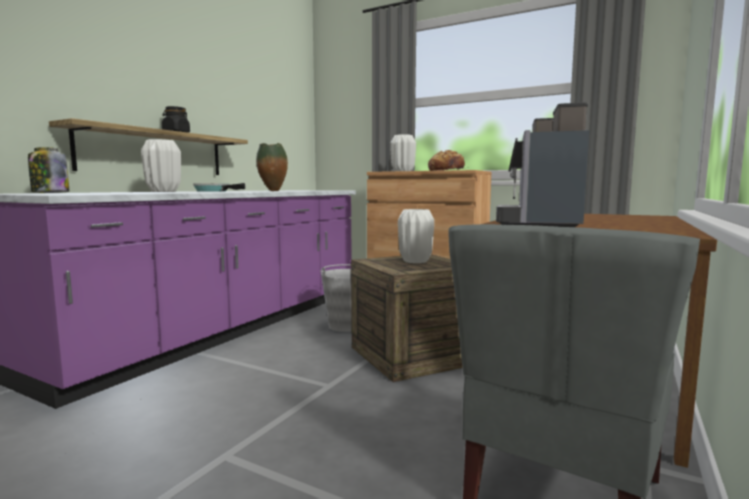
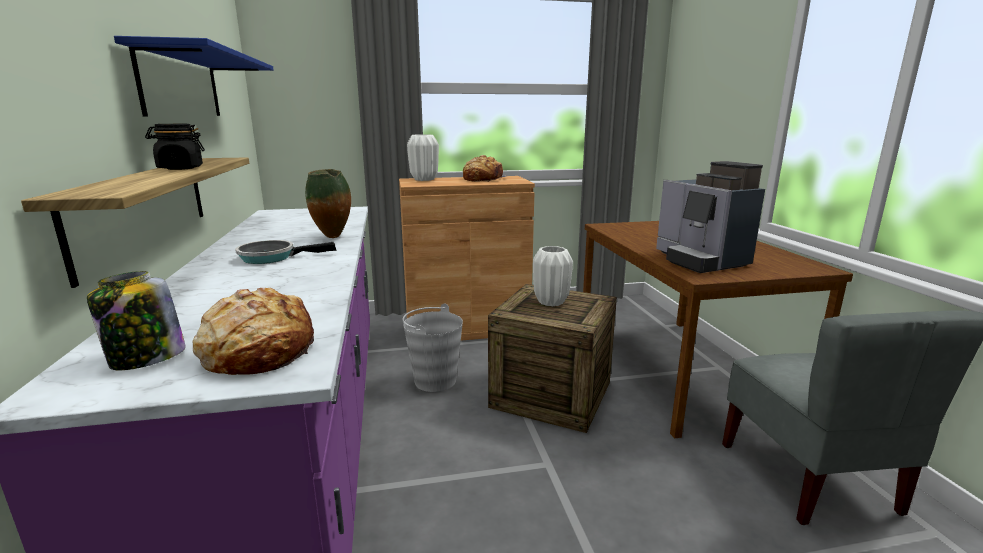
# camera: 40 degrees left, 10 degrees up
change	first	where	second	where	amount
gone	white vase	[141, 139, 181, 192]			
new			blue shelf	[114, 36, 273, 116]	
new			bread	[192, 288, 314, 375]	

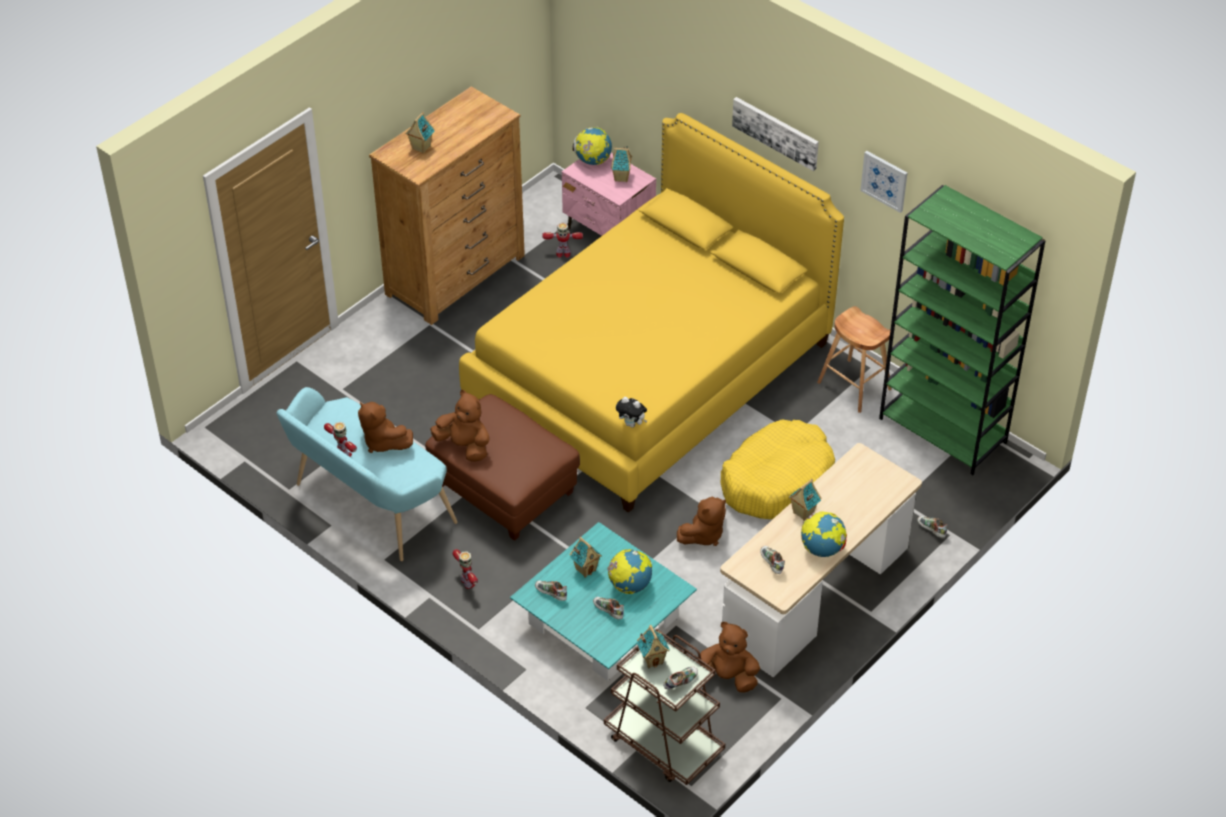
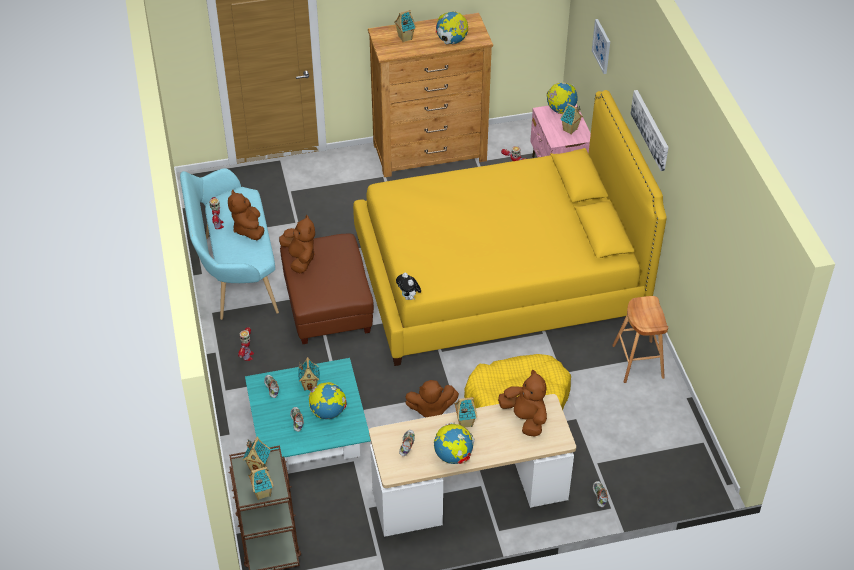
# camera: 35 degrees right, 0 degrees up
change	first	where	second	where	amount
swapped	shoe	[663, 667, 698, 690]	toy house	[248, 467, 274, 500]	
shifted	brown plush toy	[698, 622, 760, 693]		[498, 370, 547, 437]	
shifted	picture	[860, 151, 907, 213]		[592, 19, 610, 74]	
gone	green bookcase	[879, 185, 1046, 475]			
new			globe	[436, 12, 468, 44]	

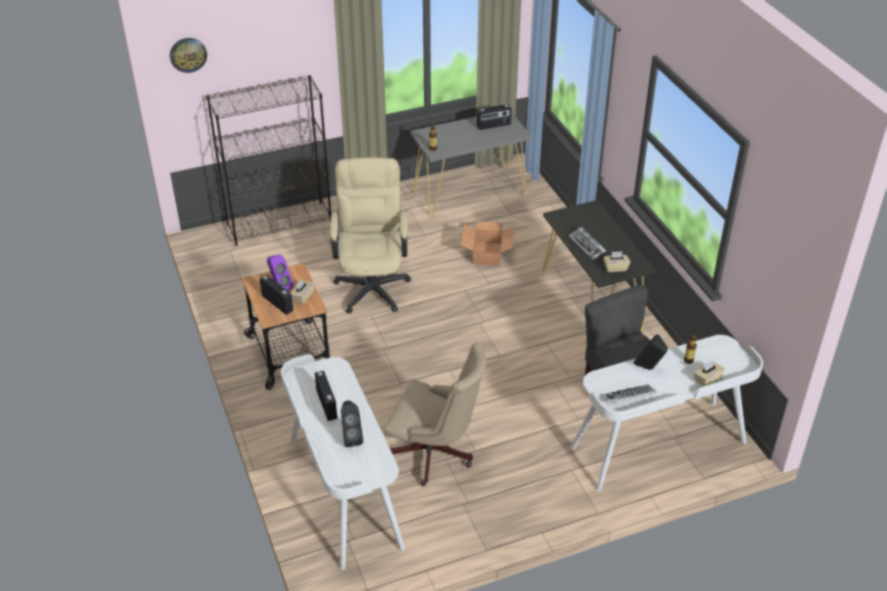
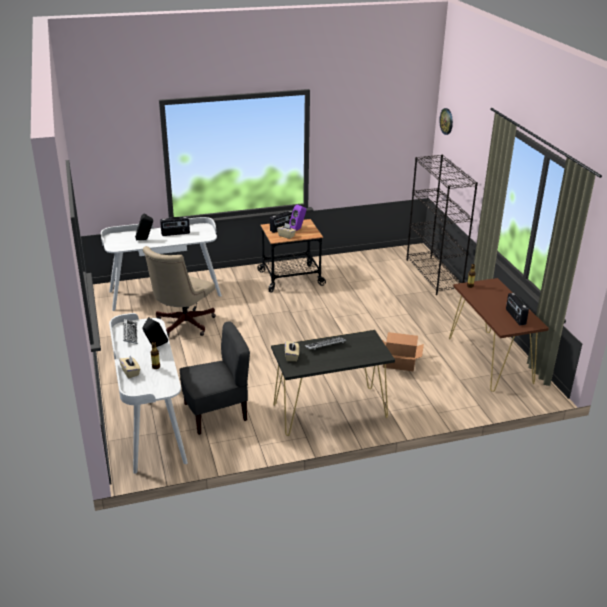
# camera: 95 degrees right, 10 degrees down
change	first	where	second	where	amount
gone	beige office chair	[330, 157, 411, 314]			
repainted	grey console table	[410, 113, 532, 218]	brown console table	[449, 278, 549, 392]	

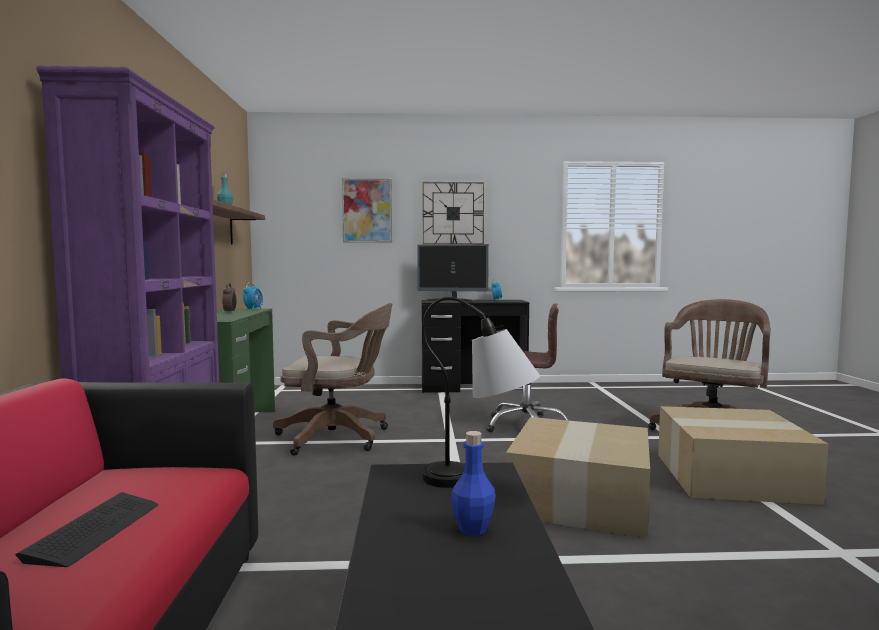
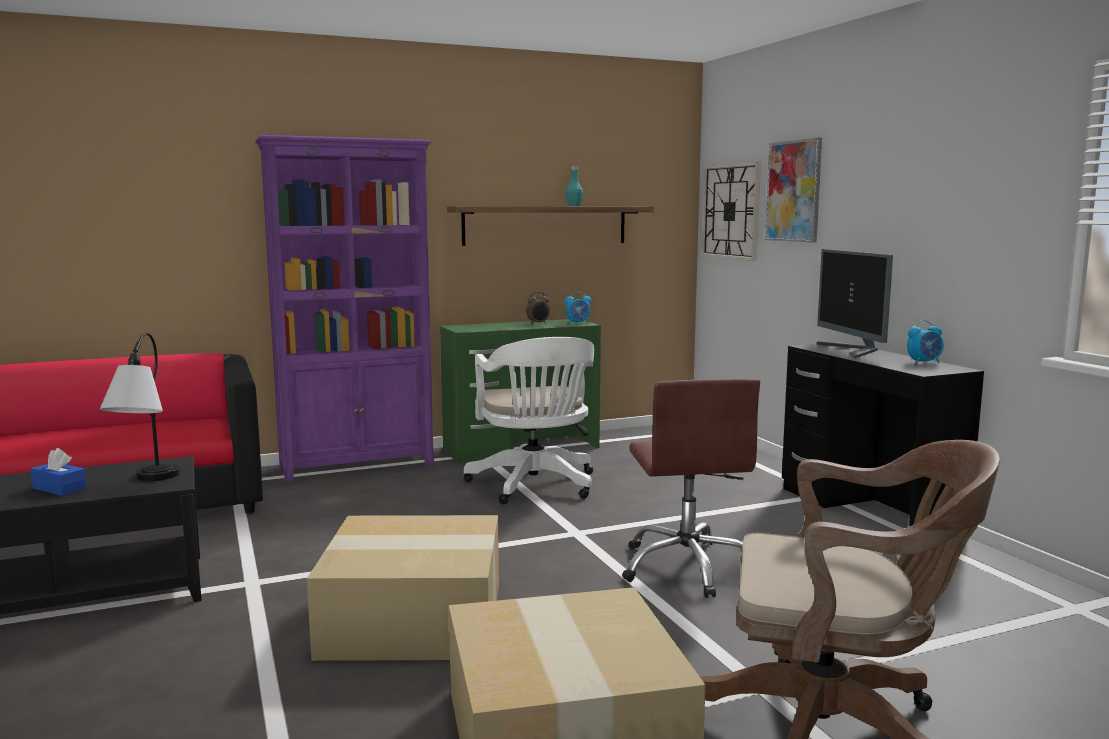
# camera: 70 degrees right, 5 degrees up
change	first	where	second	where	amount
gone	keyboard	[15, 492, 158, 567]			
repainted	brown office chair	[273, 303, 392, 456]	white office chair	[464, 337, 594, 504]	
shifted	wall clock	[420, 180, 486, 245]		[701, 162, 761, 261]	
swapped	blue bottle	[451, 431, 496, 535]	blue tissue box	[30, 448, 86, 496]	

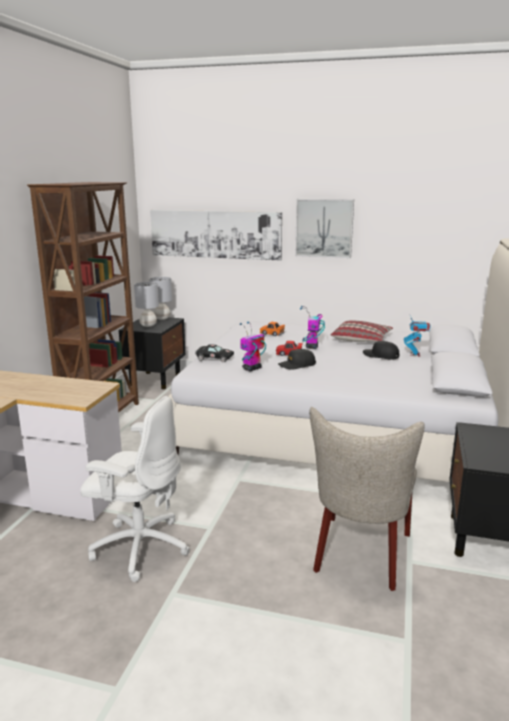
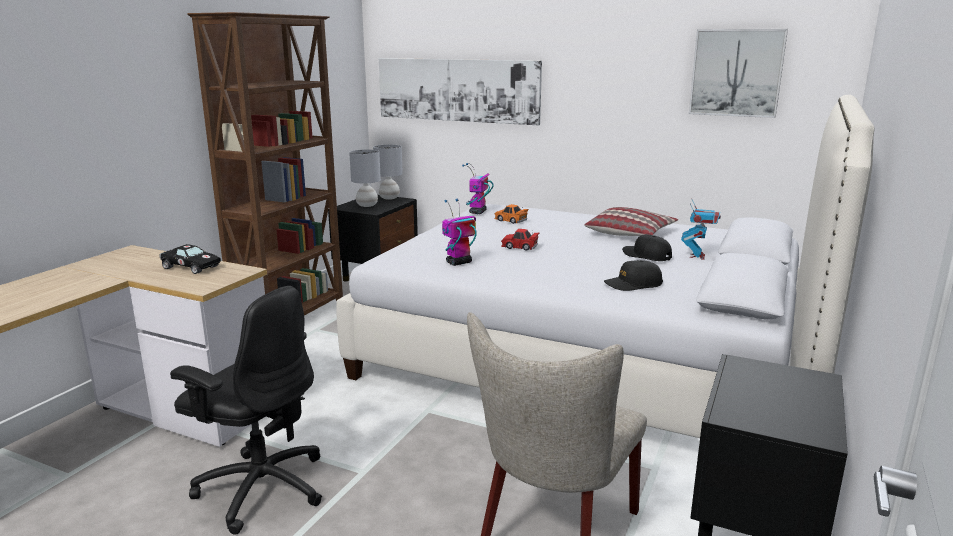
# camera: 10 degrees right, 0 degrees up
change	first	where	second	where	amount
repainted	white office chair	[80, 396, 190, 582]	black office chair	[170, 286, 322, 535]	
shifted	black toy car	[195, 344, 234, 362]		[159, 244, 221, 274]	
shifted	black cap	[278, 349, 316, 370]		[604, 260, 663, 291]	
shifted	picture	[295, 199, 354, 258]		[689, 29, 788, 118]	
shifted	toy robot	[300, 306, 325, 349]		[462, 163, 493, 214]	

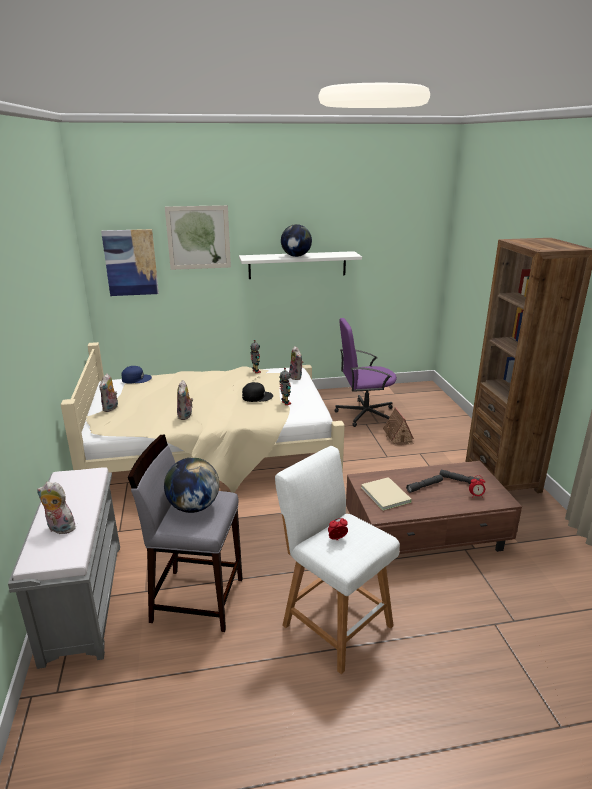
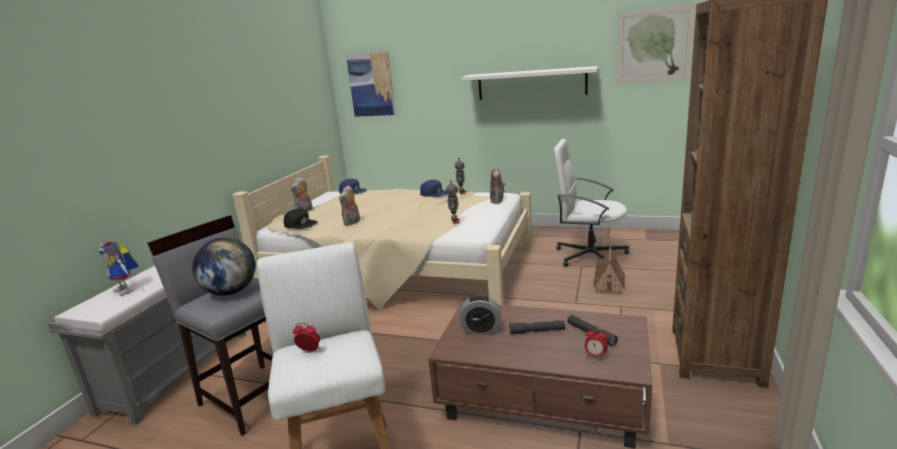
# camera: 30 degrees right, 5 degrees down
change	first	where	second	where	amount
swapped	plush toy	[37, 482, 76, 534]	toy robot	[98, 242, 138, 296]	
shifted	picture	[165, 205, 231, 270]		[617, 5, 695, 84]	
shifted	black cap	[242, 382, 273, 402]		[284, 209, 317, 229]	
gone	globe	[281, 224, 312, 257]			
repainted	purple office chair	[334, 318, 397, 427]	white office chair	[554, 139, 629, 267]	
swapped	beige book	[361, 477, 412, 511]	alarm clock	[460, 295, 501, 334]	
new			blue cap	[420, 180, 448, 197]	

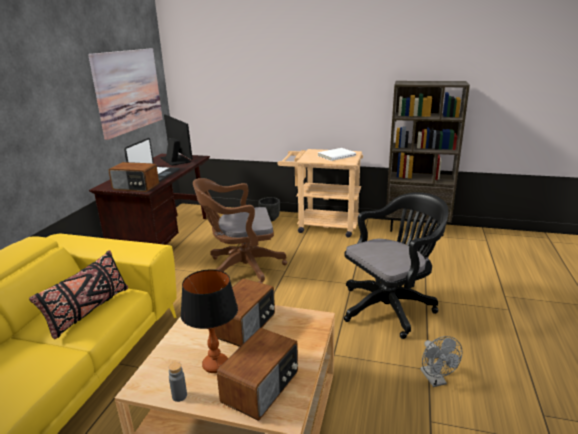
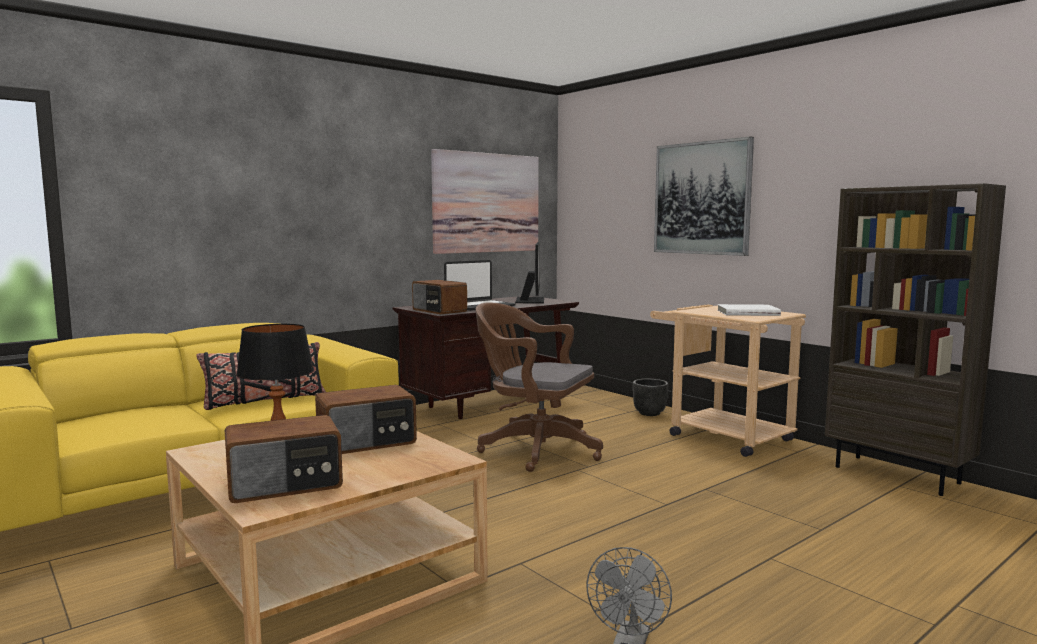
# camera: 35 degrees right, 15 degrees down
change	first	where	second	where	amount
gone	grey bottle	[169, 362, 187, 402]			
gone	black office chair	[344, 192, 448, 339]			
new			picture	[654, 136, 754, 256]	

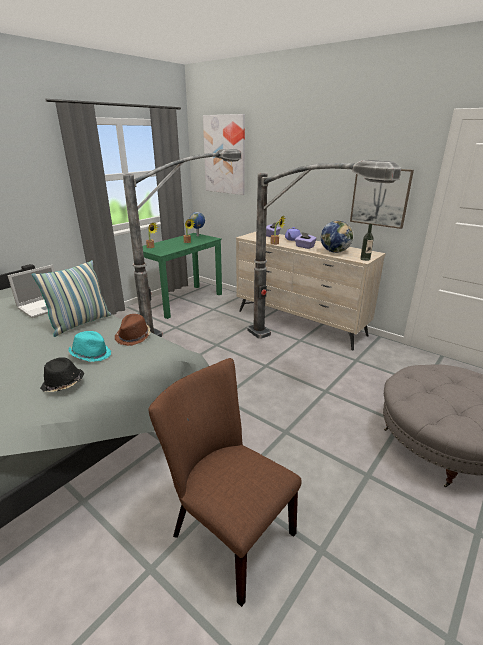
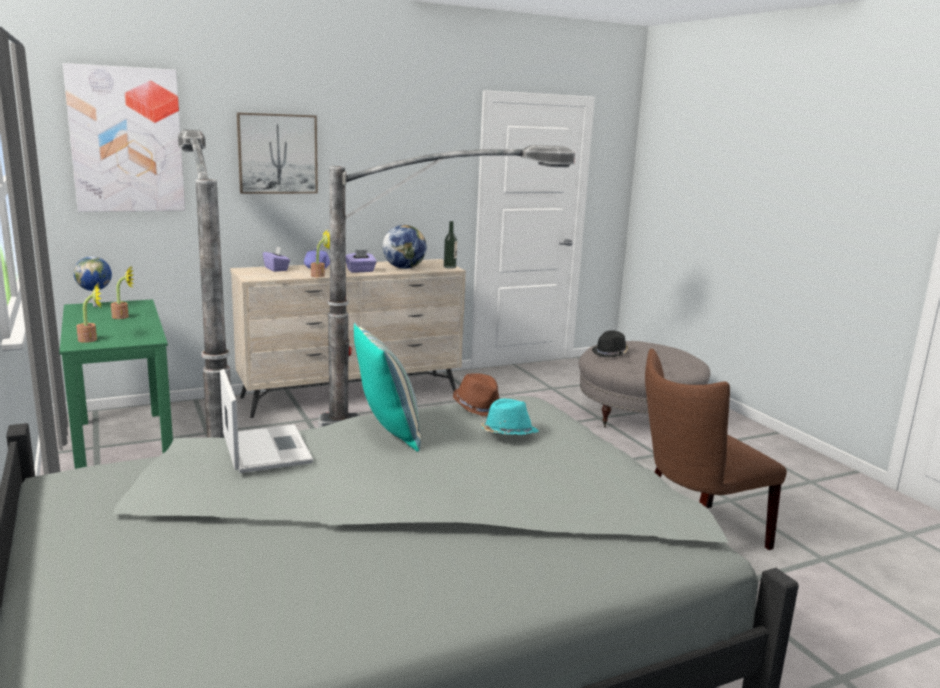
# camera: 65 degrees left, 10 degrees down
change	first	where	second	where	amount
shifted	black hat	[40, 357, 84, 392]		[592, 330, 628, 357]	
shifted	picture	[350, 169, 414, 229]		[237, 112, 318, 194]	

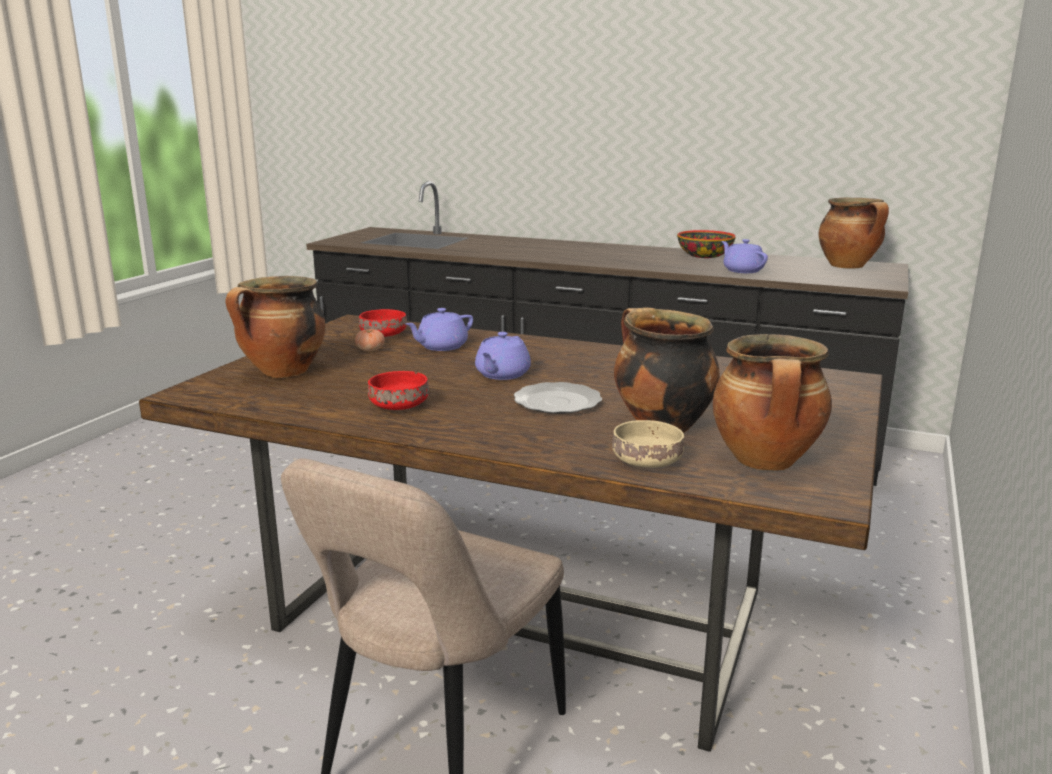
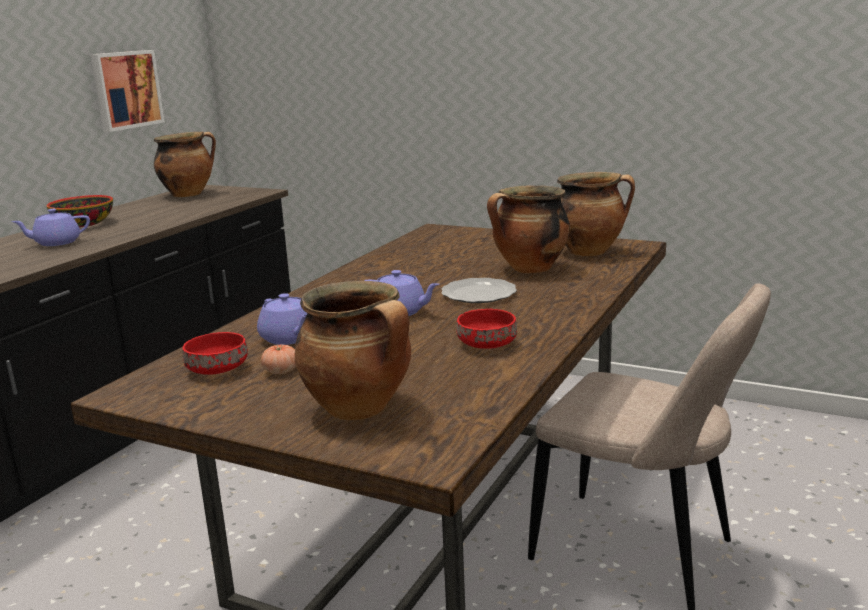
# camera: 85 degrees left, 0 degrees up
change	first	where	second	where	amount
gone	beige bowl	[612, 420, 684, 468]			
shifted	purple teapot	[721, 239, 768, 273]		[11, 209, 90, 246]	
new			picture	[90, 50, 165, 132]	

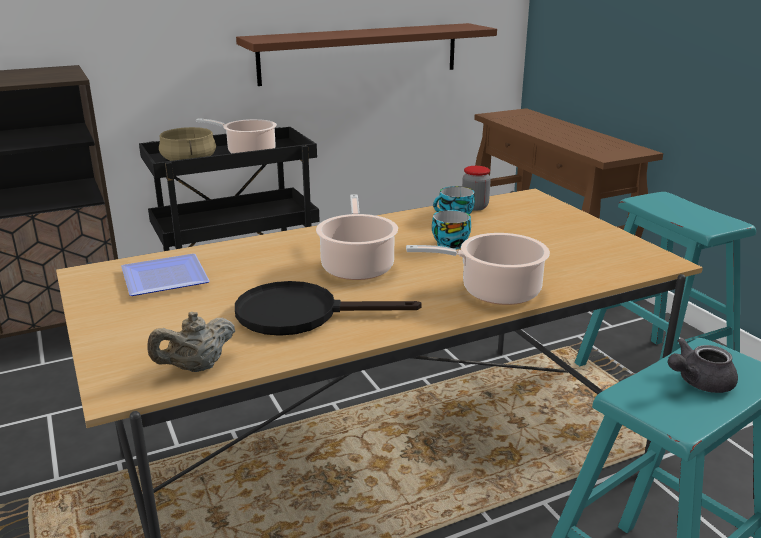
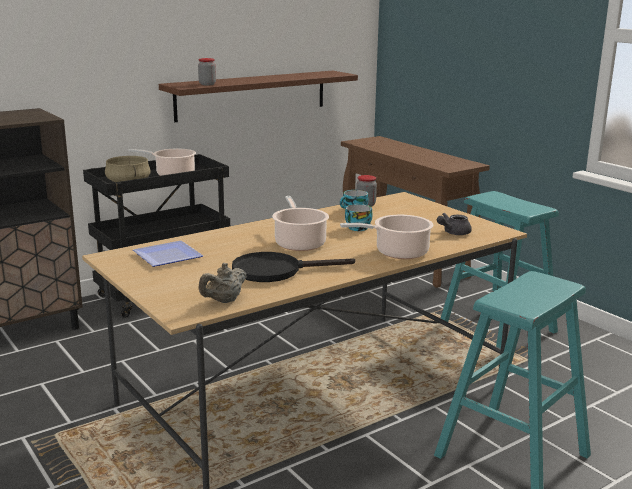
# camera: 10 degrees left, 5 degrees down
change	first	where	second	where	amount
shifted	grey teapot	[668, 338, 738, 393]		[437, 213, 472, 235]	
new			jar	[198, 58, 216, 85]	

